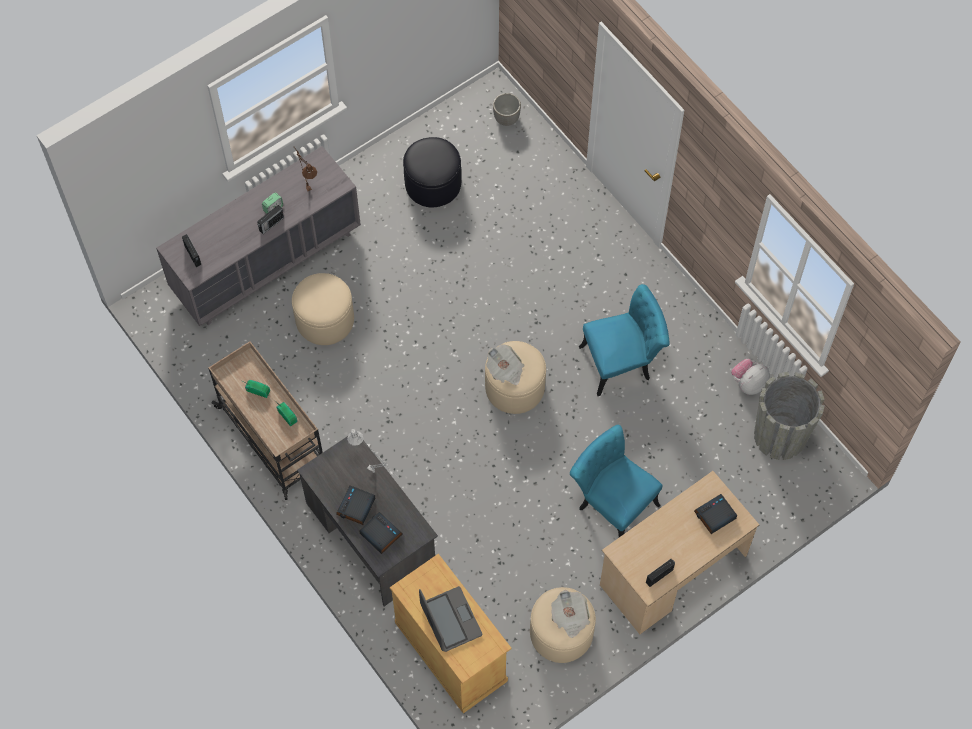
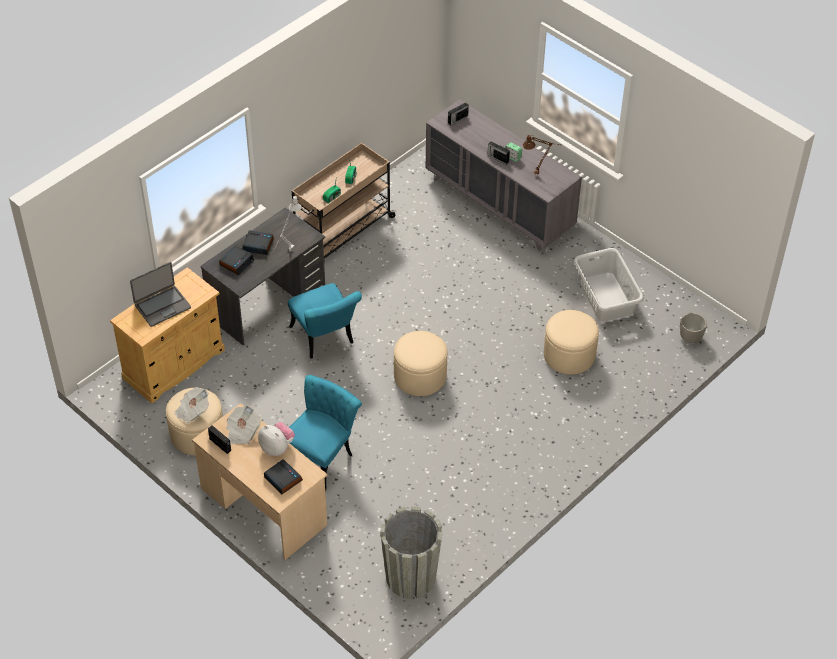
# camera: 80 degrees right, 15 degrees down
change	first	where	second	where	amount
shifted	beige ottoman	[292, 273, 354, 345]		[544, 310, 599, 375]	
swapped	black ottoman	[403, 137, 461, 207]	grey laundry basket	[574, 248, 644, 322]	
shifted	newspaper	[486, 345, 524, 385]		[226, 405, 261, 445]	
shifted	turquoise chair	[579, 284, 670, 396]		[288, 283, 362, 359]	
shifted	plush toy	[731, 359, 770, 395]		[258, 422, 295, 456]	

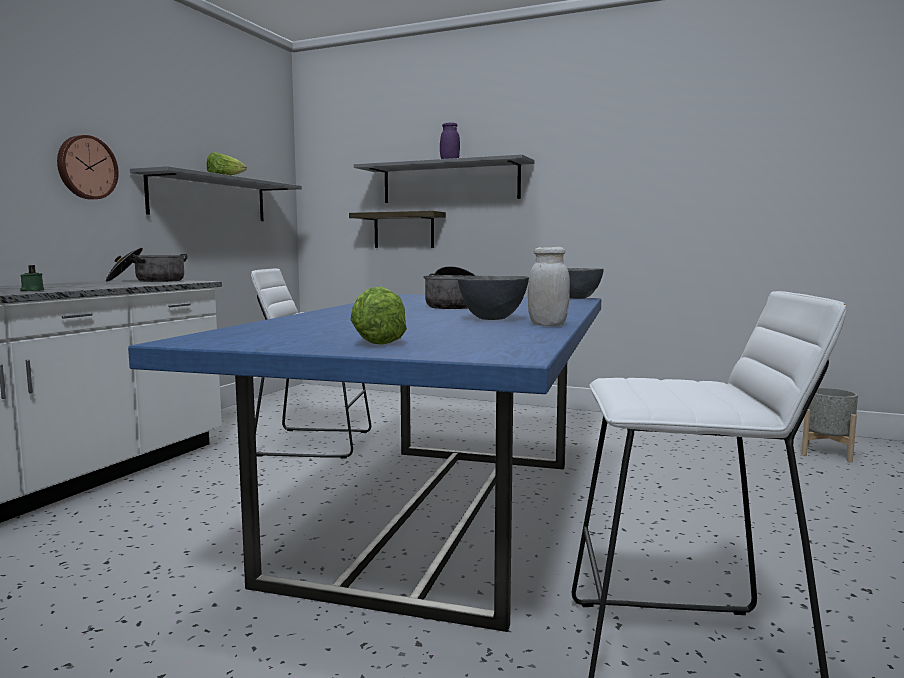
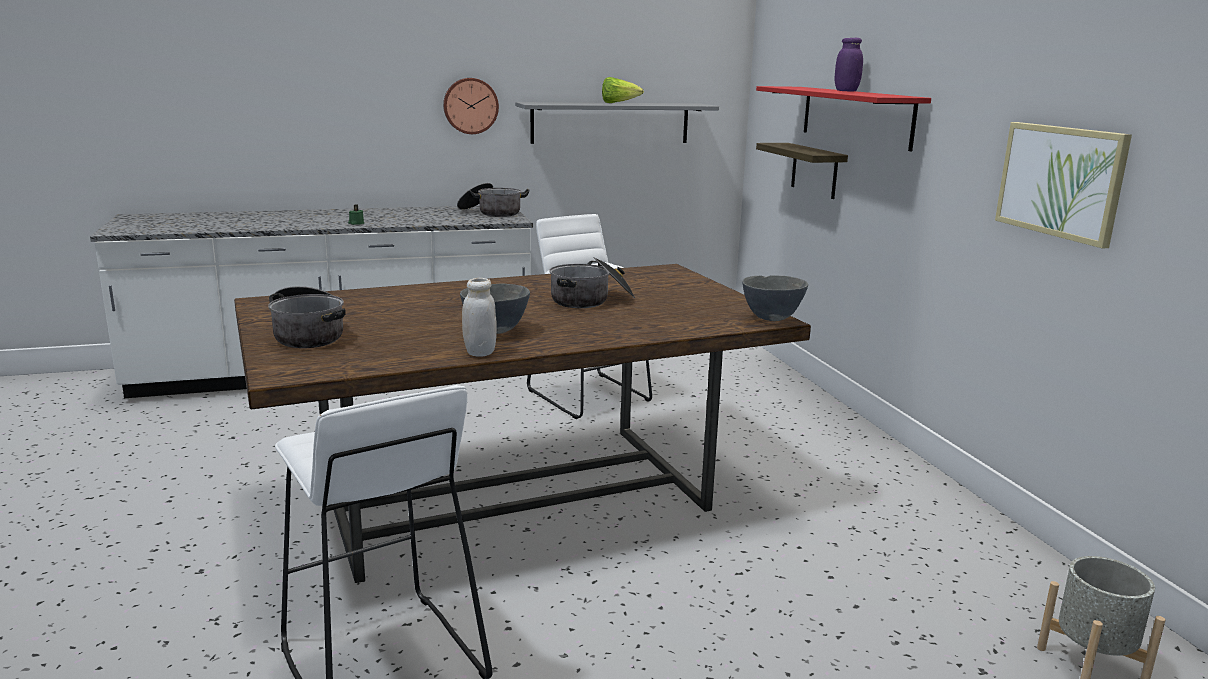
# camera: 50 degrees right, 10 degrees up
change	first	where	second	where	amount
repainted	blue dining table	[128, 294, 601, 632]	brown dining table	[234, 264, 811, 583]	
swapped	lettuce	[350, 286, 407, 345]	cooking pot	[268, 286, 346, 348]	
repainted	grey shelf	[354, 154, 535, 203]	red shelf	[756, 86, 931, 151]	
new			picture	[995, 122, 1132, 249]	

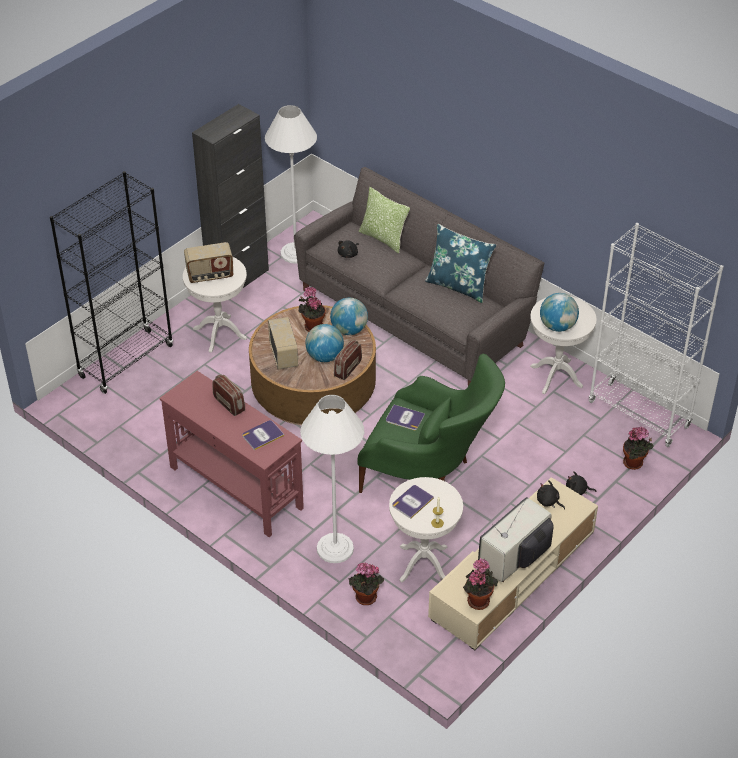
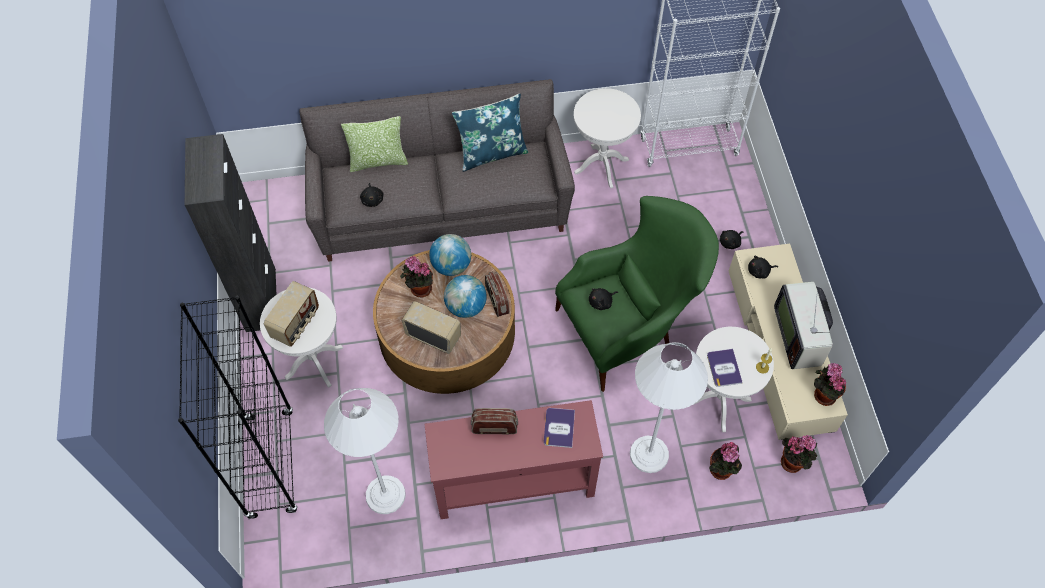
# camera: 50 degrees left, 15 degrees up
change	first	where	second	where	amount
shifted	white floor lamp	[265, 105, 317, 264]		[324, 388, 406, 514]	
swapped	book	[386, 405, 425, 430]	black plush toy	[589, 288, 618, 310]	
gone	globe	[540, 293, 579, 332]			
shifted	potted plant	[623, 426, 654, 470]		[781, 435, 817, 473]	

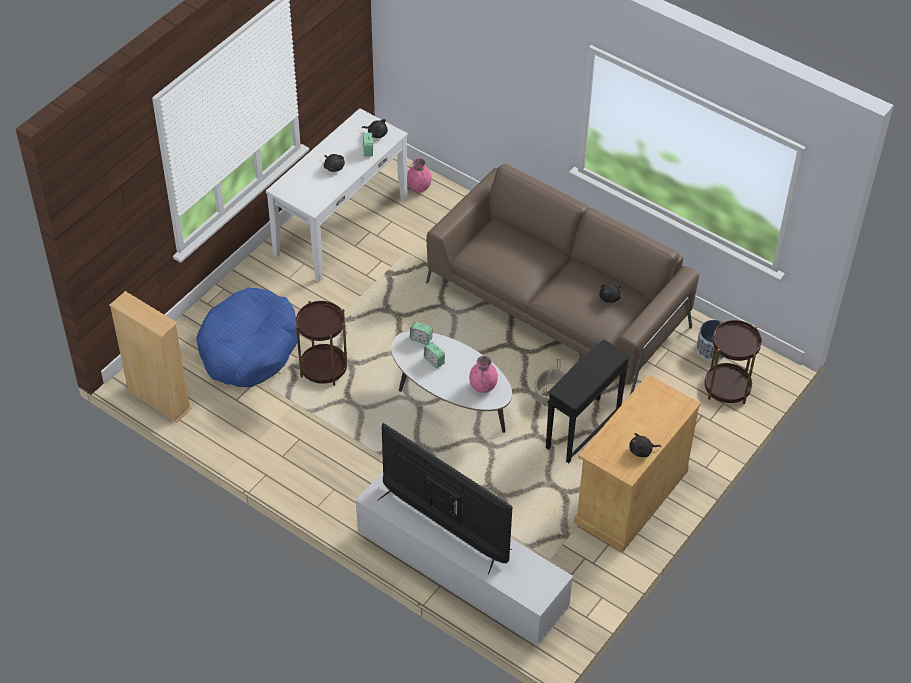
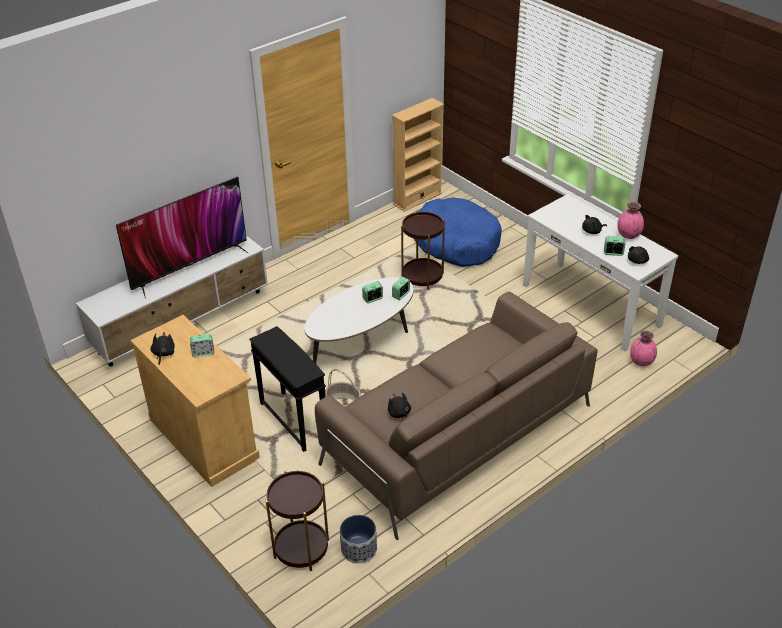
# camera: 105 degrees right, 10 degrees down
change	first	where	second	where	amount
shifted	pink vase	[469, 356, 498, 393]		[617, 202, 644, 239]	
new			alarm clock	[190, 334, 214, 357]	

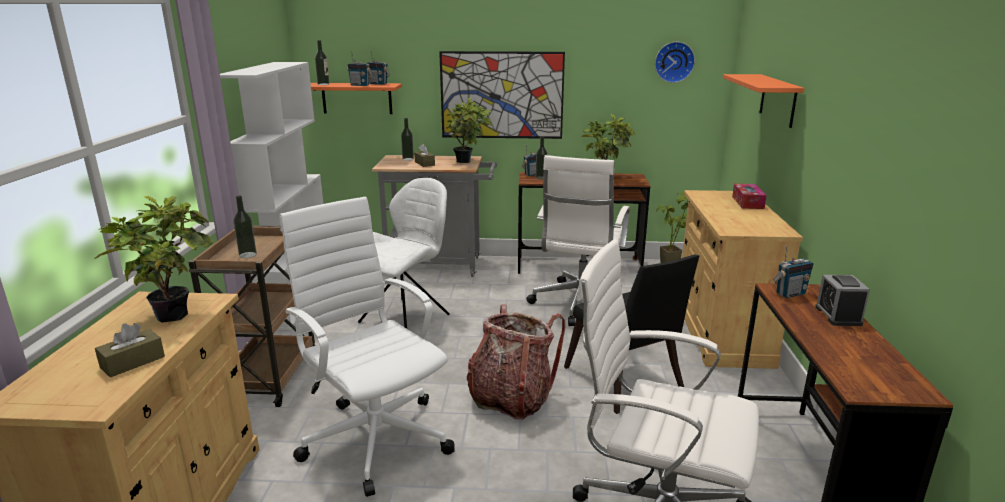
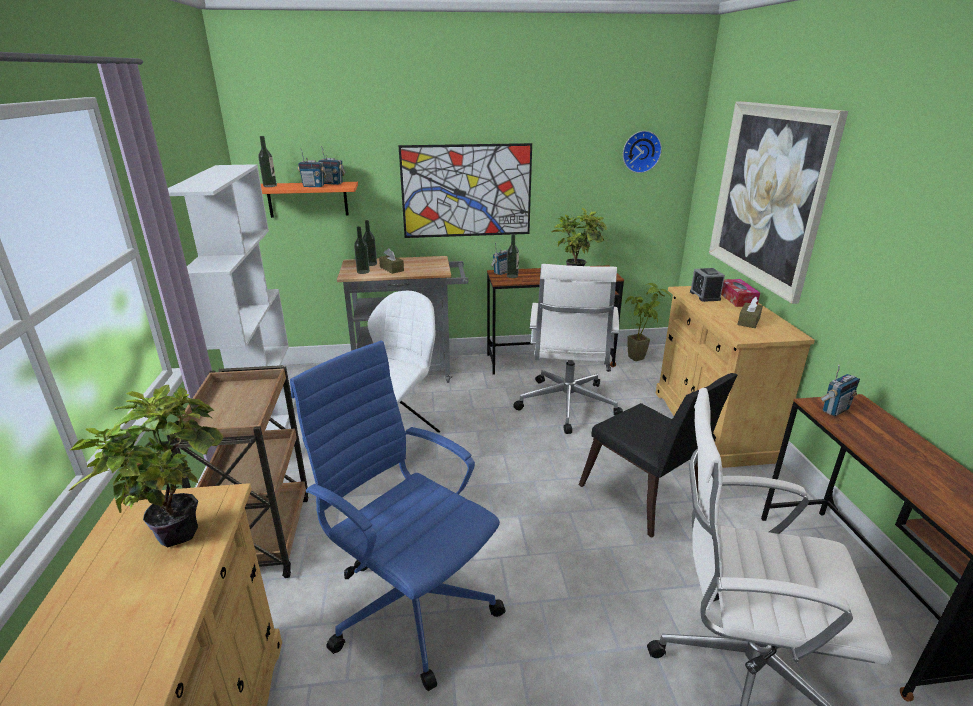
# camera: 10 degrees left, 5 degrees up
change	first	where	second	where	amount
shifted	brown tissue box	[95, 323, 165, 377]		[737, 297, 763, 328]	
shifted	bottle	[233, 196, 257, 258]		[354, 226, 370, 274]	
repainted	white office chair	[279, 196, 455, 497]	blue office chair	[290, 341, 506, 691]	
gone	potted plant	[446, 97, 492, 163]			
gone	backpack	[467, 304, 565, 420]			
swapped	orange shelf	[723, 74, 804, 128]	picture	[709, 101, 848, 304]	
shifted	alarm clock	[815, 275, 870, 326]		[690, 268, 725, 302]	

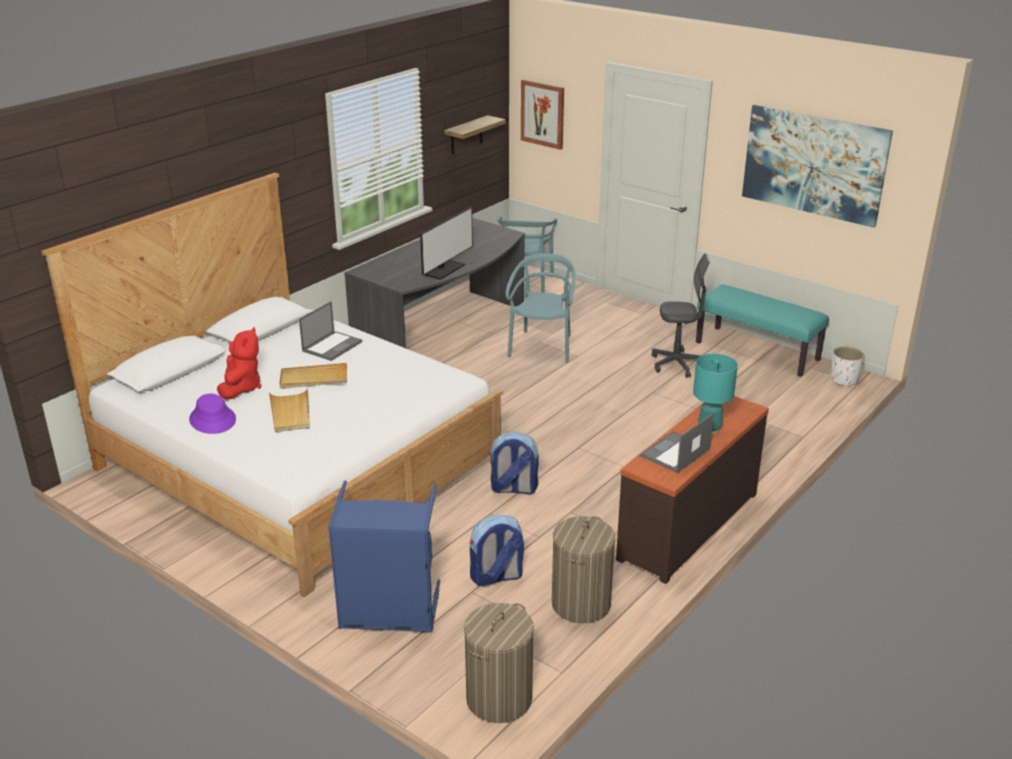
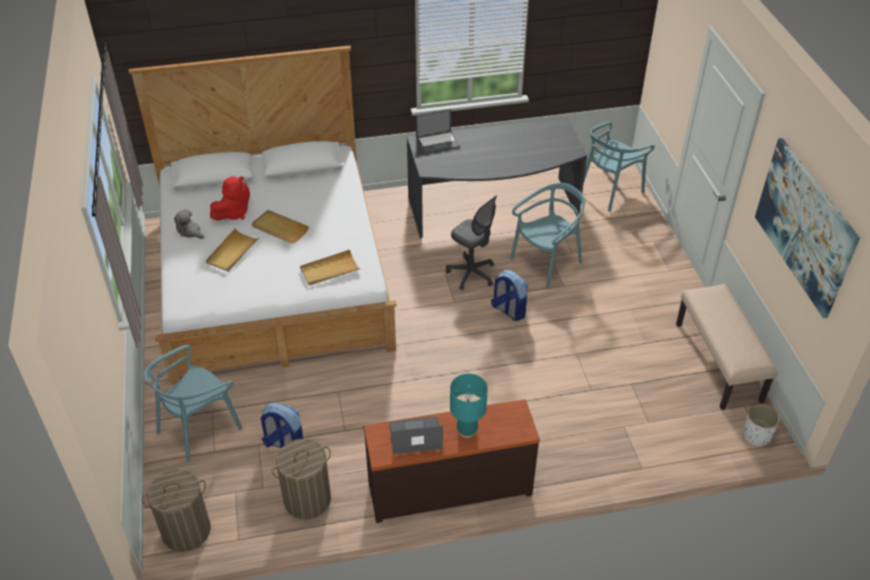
# camera: 40 degrees right, 15 degrees up
change	first	where	second	where	amount
swapped	purple hat	[189, 394, 236, 434]	plush toy	[174, 209, 204, 239]	
shifted	laptop	[299, 301, 362, 361]		[416, 109, 460, 154]	
swapped	blue laundry basket	[328, 480, 440, 633]	turquoise chair	[144, 345, 242, 462]	
gone	monitor	[420, 207, 473, 280]			
gone	shelf	[445, 115, 506, 154]			
shifted	backpack	[489, 432, 539, 495]		[491, 270, 528, 321]	
gone	picture	[521, 79, 564, 150]			
shifted	grey office chair	[652, 253, 710, 378]		[446, 195, 497, 290]	
repainted	turquoise bench	[696, 284, 829, 377]	beige bench	[676, 284, 778, 410]	
new			beige tray	[300, 250, 361, 286]	

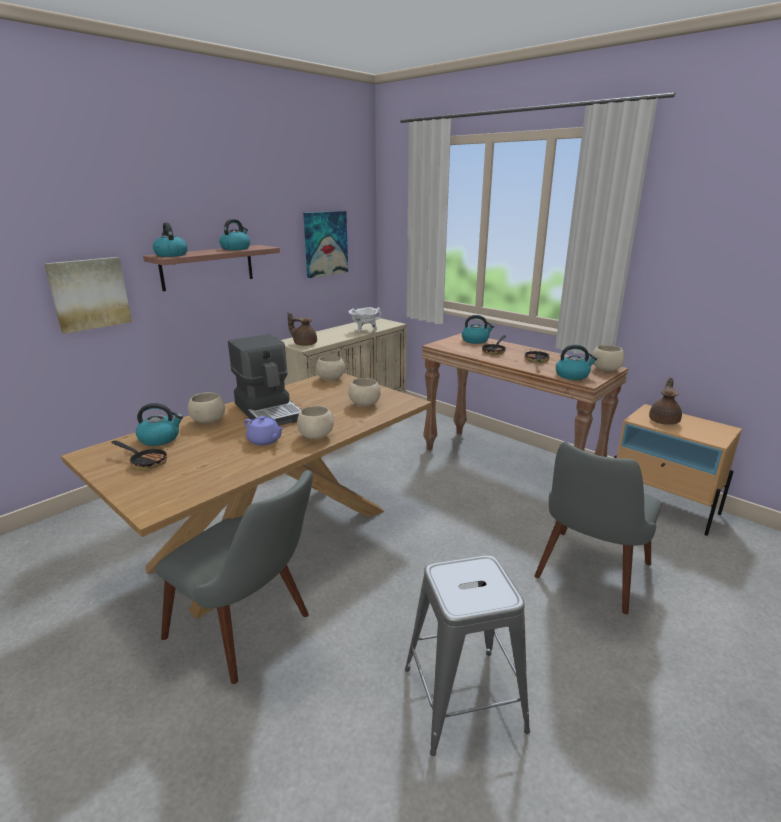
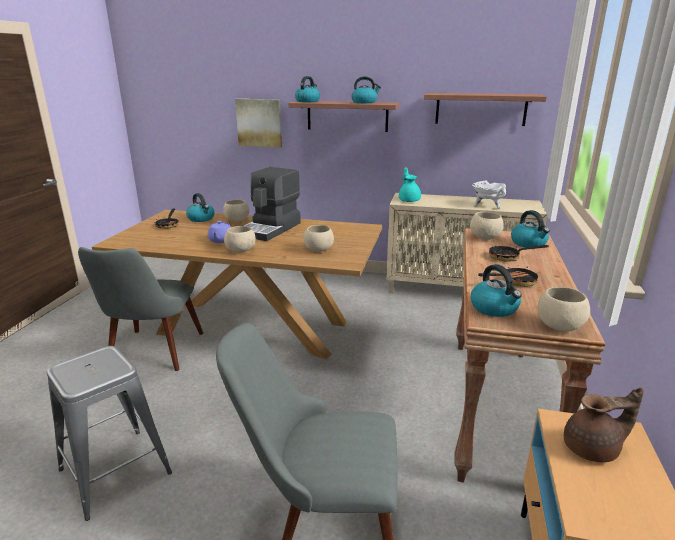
# camera: 60 degrees right, 0 degrees up
change	first	where	second	where	amount
repainted	brown teapot	[288, 312, 317, 346]	turquoise teapot	[399, 168, 421, 202]	
swapped	picture	[303, 211, 348, 278]	shelf	[424, 93, 547, 126]	
shifted	beige bowl	[316, 356, 345, 380]		[470, 212, 504, 240]	

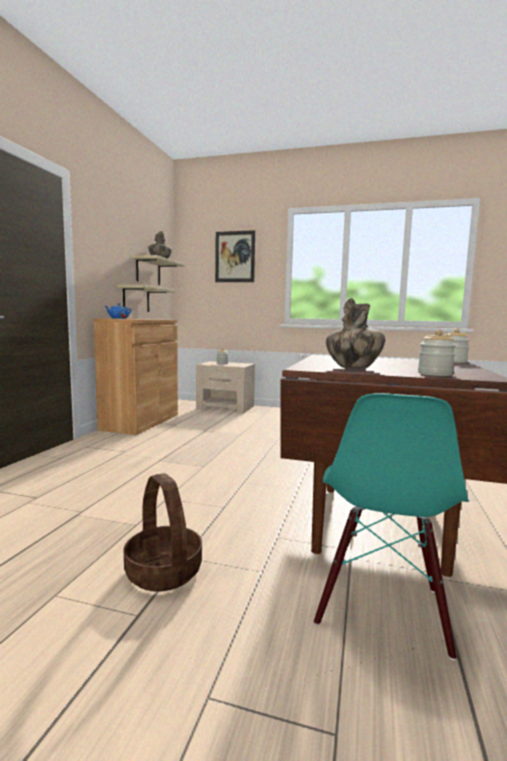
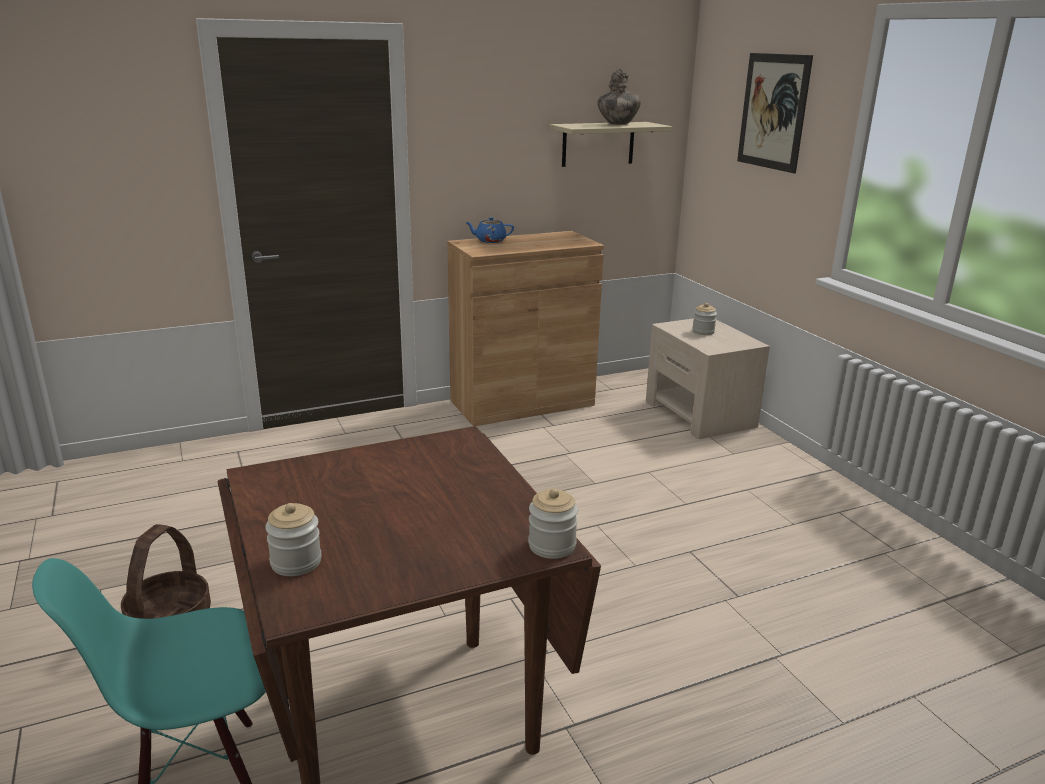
# camera: 50 degrees right, 15 degrees up
change	first	where	second	where	amount
gone	beige shelf	[117, 285, 175, 312]			
gone	vase	[326, 298, 385, 368]			

